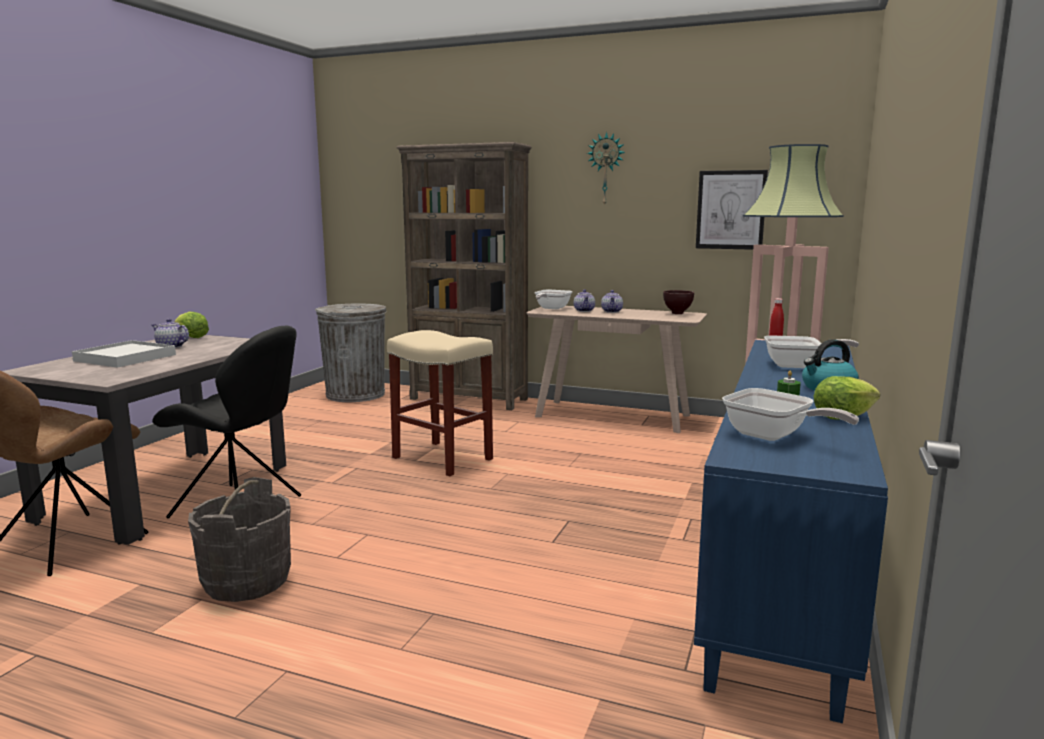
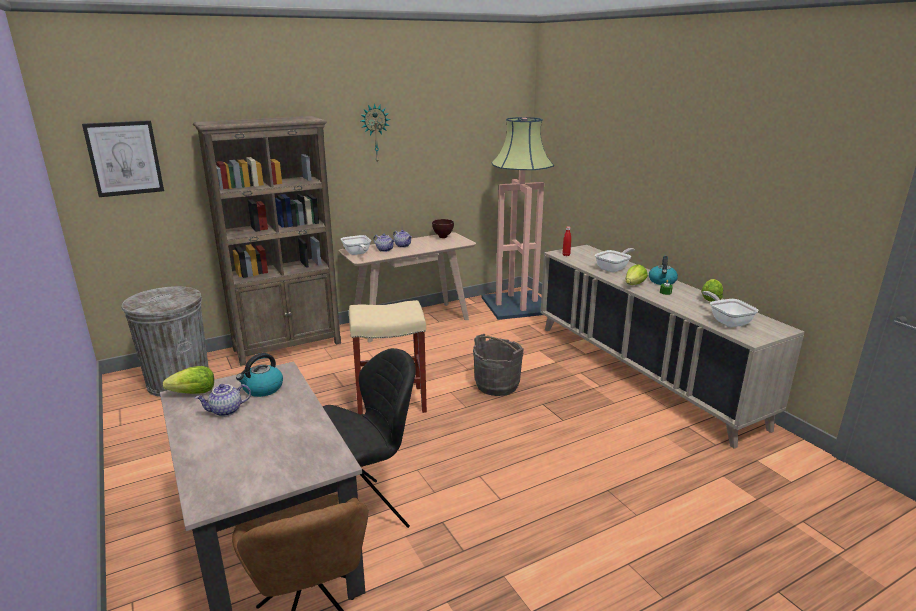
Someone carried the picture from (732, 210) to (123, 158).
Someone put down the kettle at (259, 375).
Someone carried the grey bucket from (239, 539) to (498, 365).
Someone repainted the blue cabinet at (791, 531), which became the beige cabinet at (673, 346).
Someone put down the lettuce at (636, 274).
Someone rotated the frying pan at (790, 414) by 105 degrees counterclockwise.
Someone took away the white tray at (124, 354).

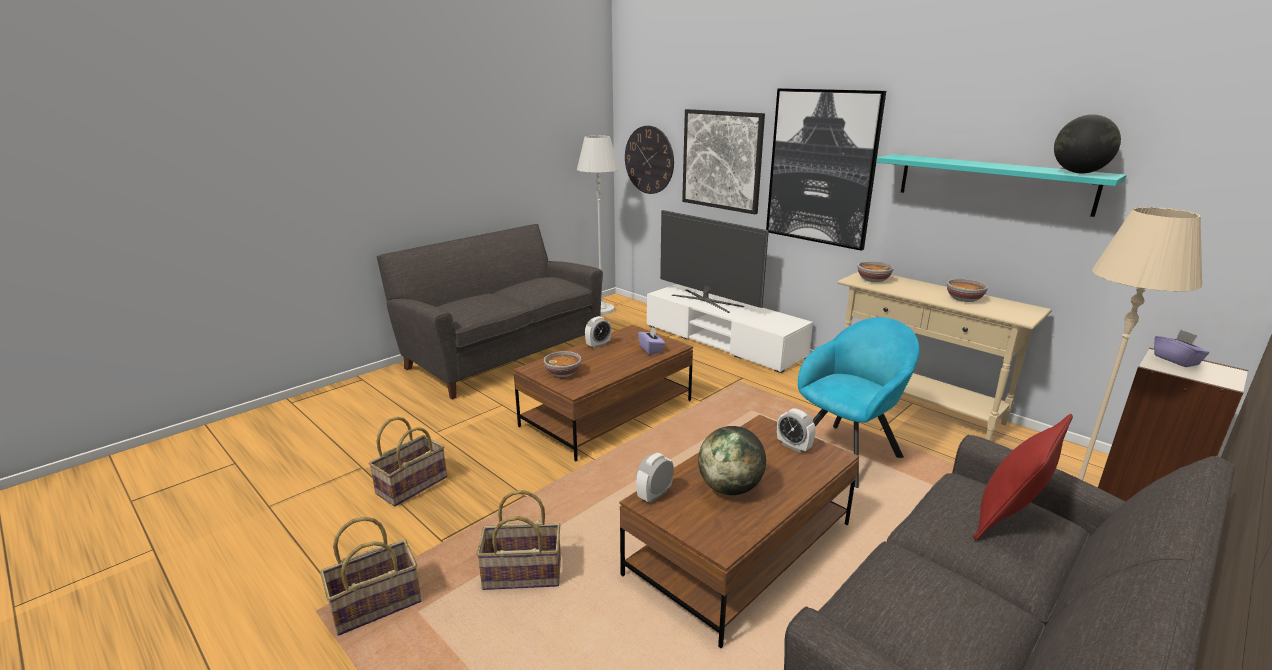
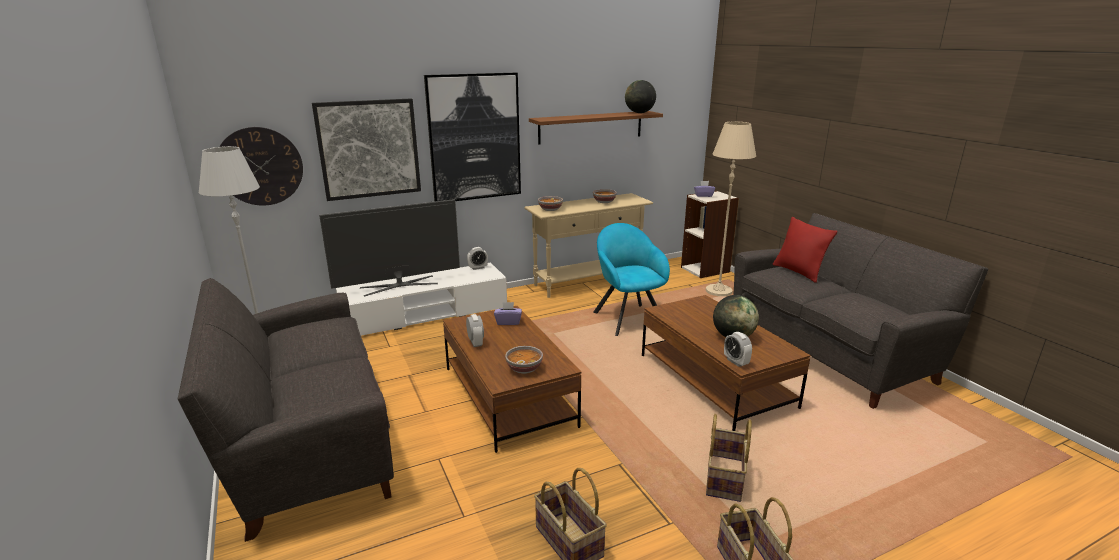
Someone carried the alarm clock from (796, 431) to (477, 258).
Someone repainted the turquoise shelf at (1001, 185), which became the brown shelf at (596, 128).

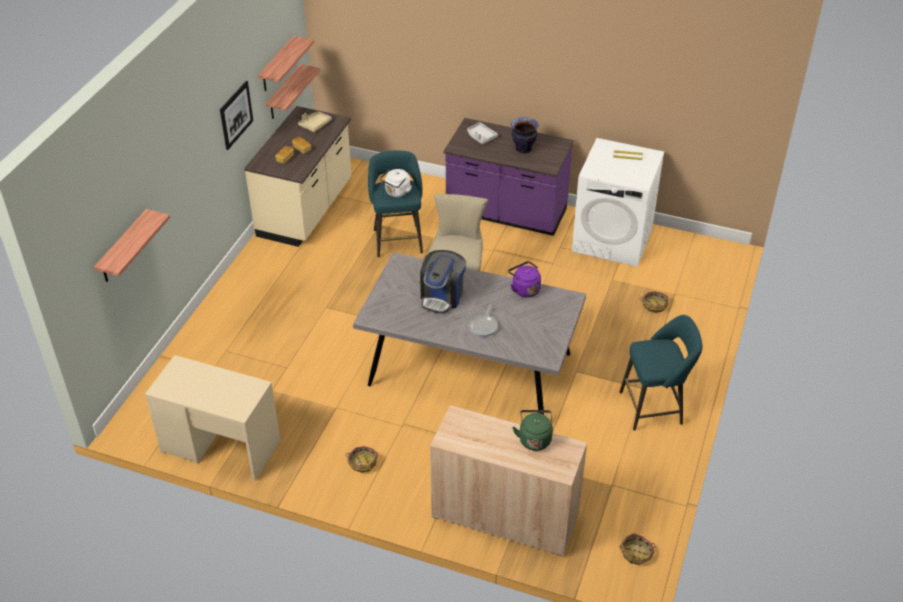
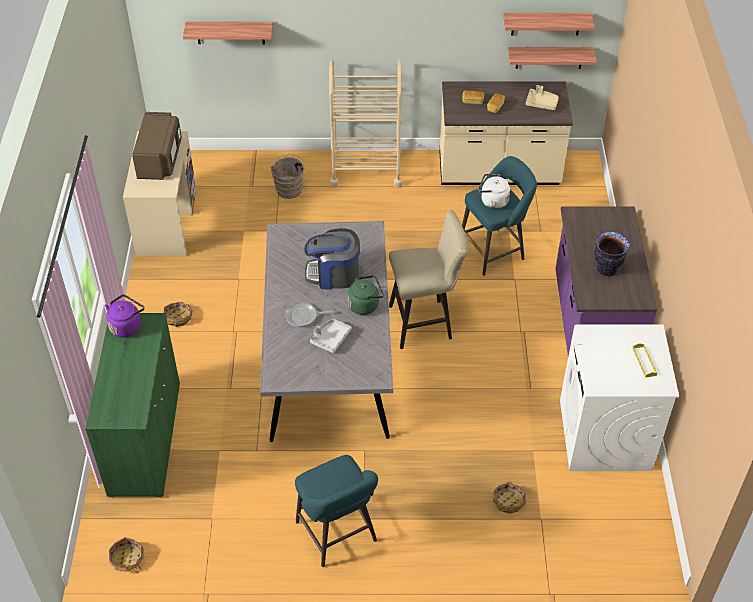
Someone repainted the beige cabinet at (508, 481), which became the green cabinet at (132, 405).
Someone carried the purple kettle from (524, 279) to (124, 315).
Someone put down the brown microwave at (157, 146).
Someone put down the brown bucket at (288, 176).
Someone carried the grey tray from (482, 133) to (331, 336).
Someone put down the beige cart at (365, 123).
Someone carried the green kettle from (533, 430) to (366, 295).
Someone took away the picture at (236, 115).

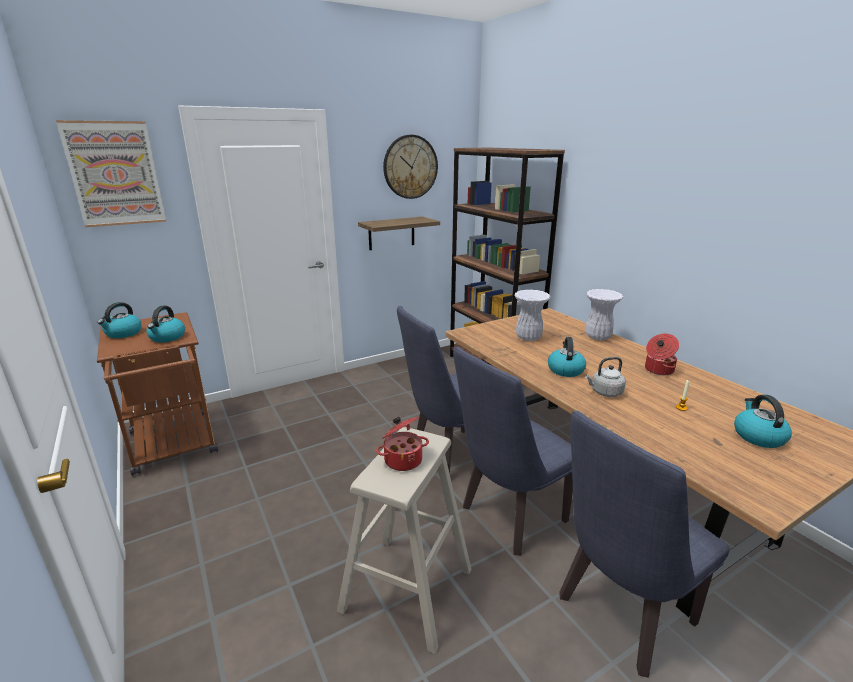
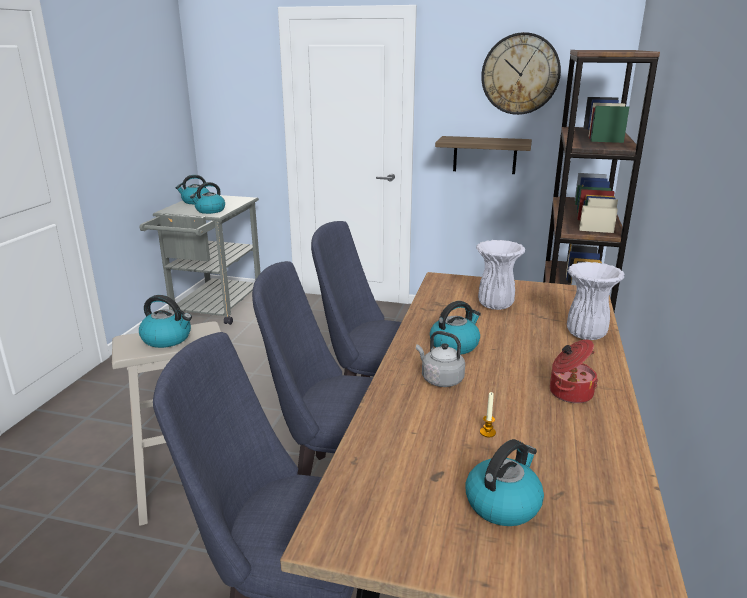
Someone swapped the cooking pot at (402, 444) for the kettle at (165, 321).
Someone repainted the brown cart at (157, 394), which became the grey cart at (200, 260).
Someone took away the picture at (111, 173).

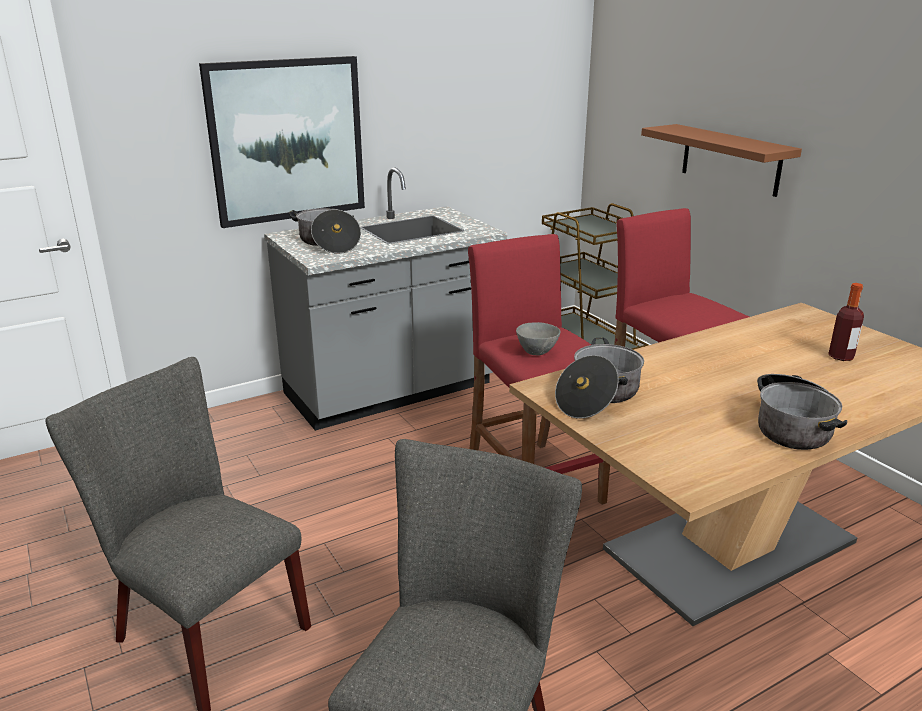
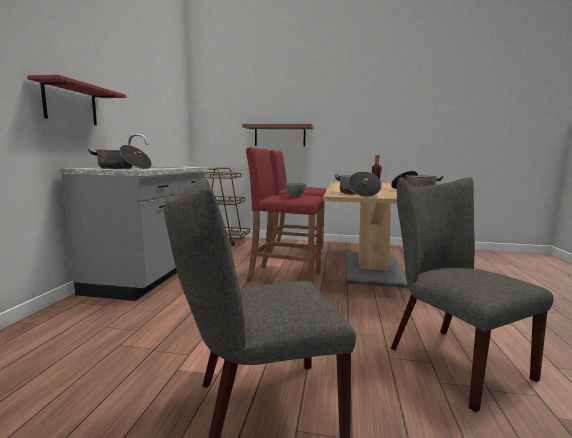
Someone swapped the picture at (282, 142) for the red shelf at (76, 100).

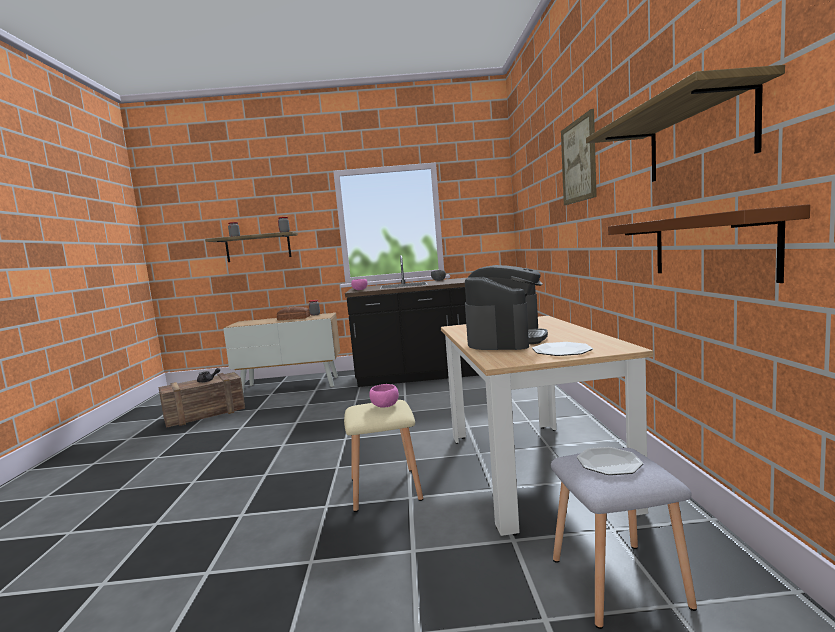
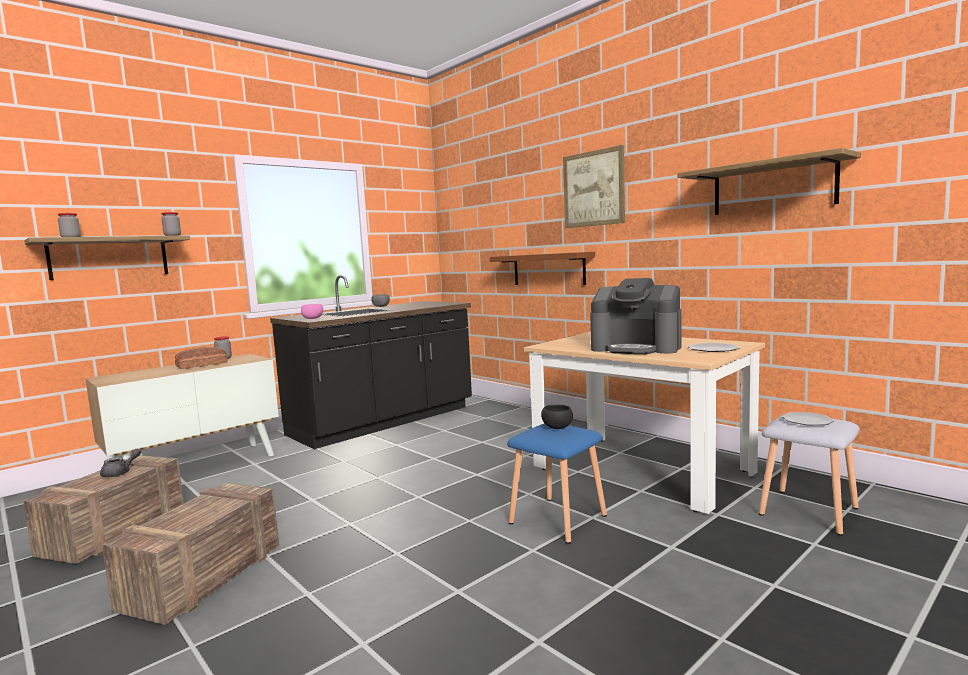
Someone put down the crate at (190, 554).
Someone carried the brown shelf from (709, 243) to (542, 268).
Someone repainted the beige stool at (383, 456), which became the blue stool at (557, 484).
Someone repainted the pink bowl at (384, 396), which became the black bowl at (557, 417).
Someone rotated the coffee machine at (506, 307) by 135 degrees clockwise.

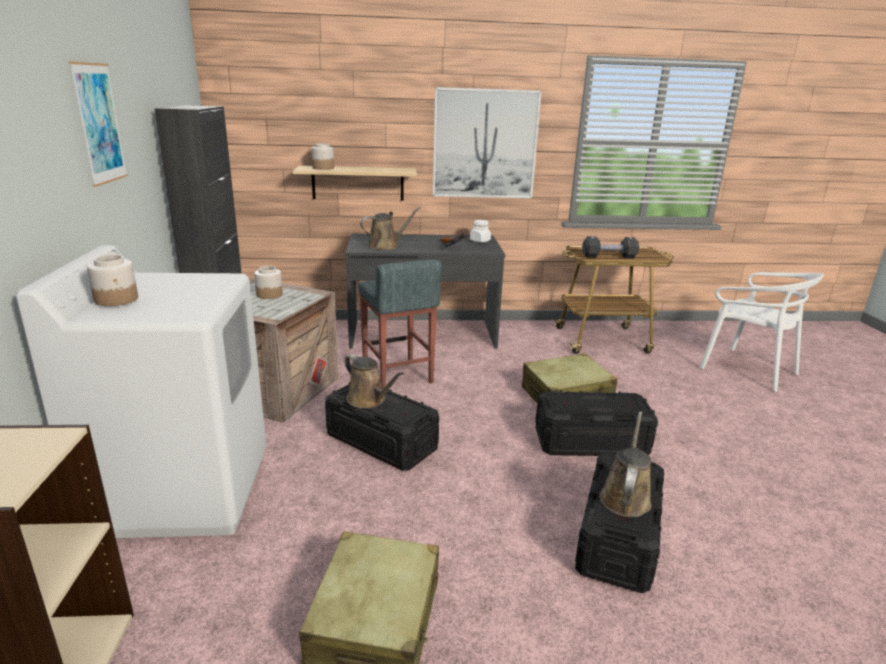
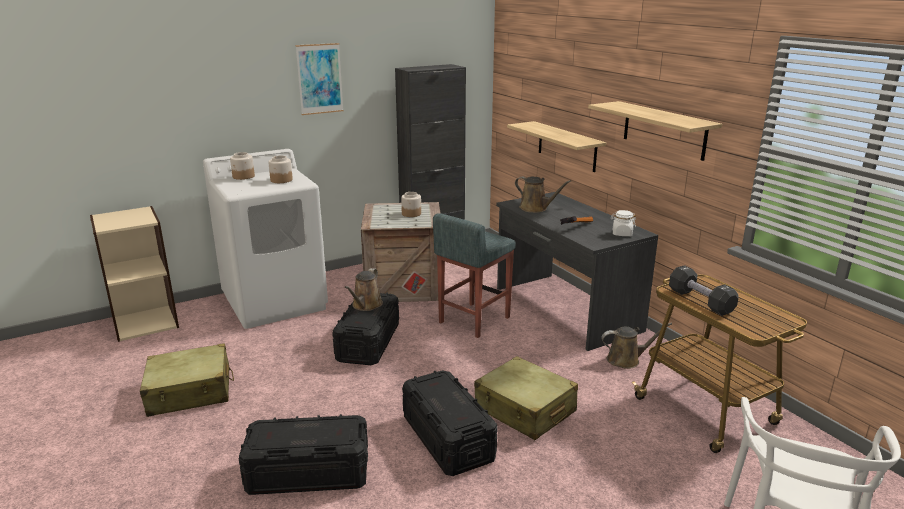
Someone carried the jar from (322, 156) to (280, 169).
Someone swapped the picture at (487, 142) for the shelf at (655, 131).
Someone carried the brown watering can from (625, 464) to (636, 346).

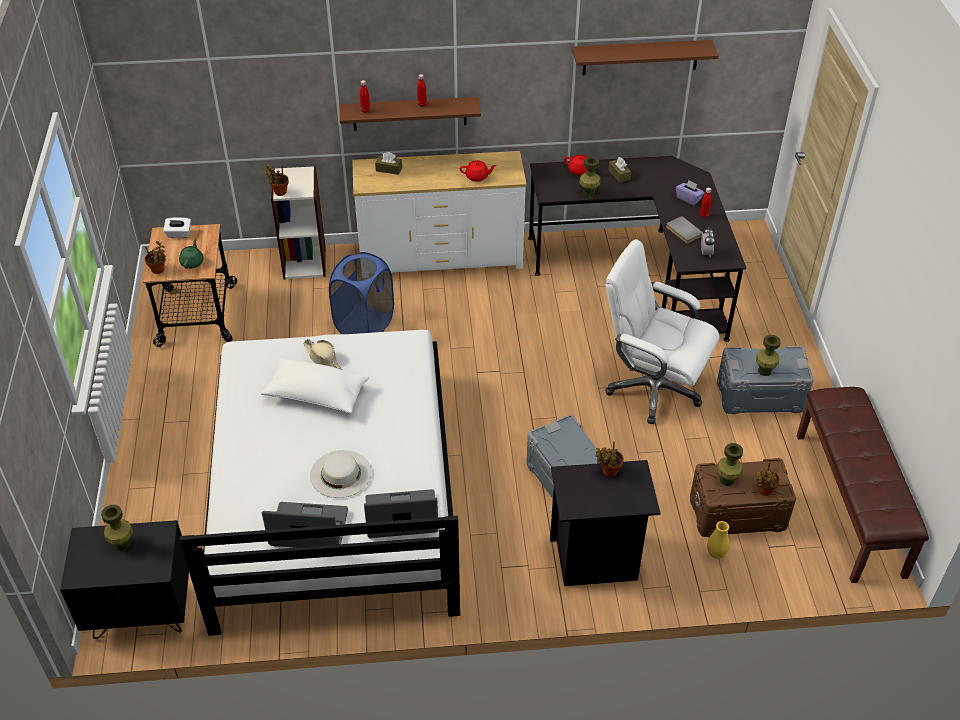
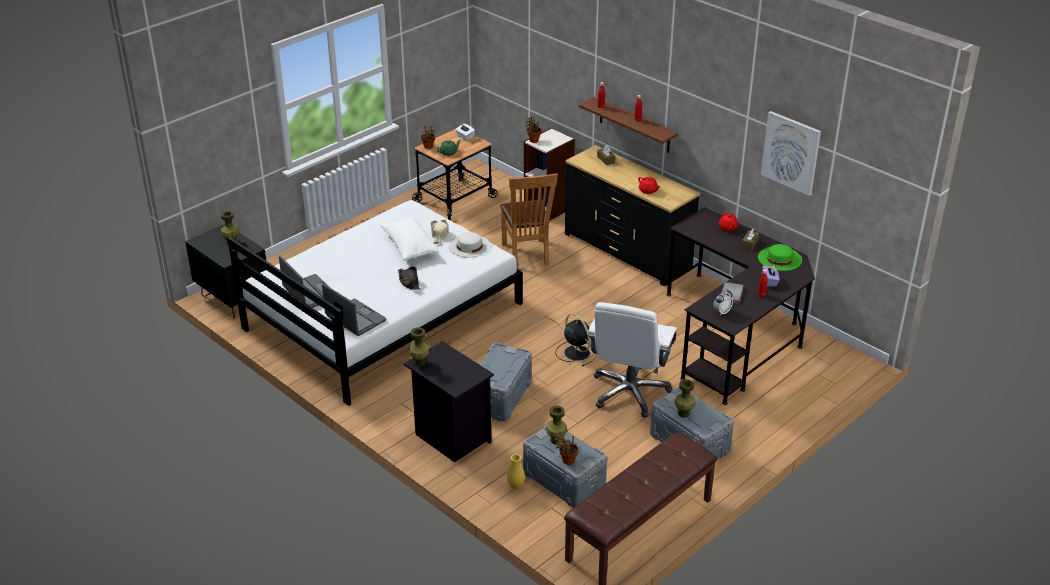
Someone put down the black hat at (409, 278).
Someone carried the green vase from (590, 176) to (419, 347).
Someone carried the white hat from (341, 474) to (470, 245).
Someone swapped the blue laundry basket at (361, 293) for the brown chair at (529, 221).
Someone repainted the brown storage box at (743, 497), which became the grey storage box at (565, 466).
Someone put down the black fan at (576, 339).
Someone repainted the white dresser at (439, 212), which became the black dresser at (632, 215).
Someone rotated the white office chair at (662, 331) by 150 degrees counterclockwise.
Someone put down the green hat at (780, 257).
Someone swapped the brown shelf at (645, 57) for the picture at (791, 153).
Someone took away the potted plant at (610, 459).

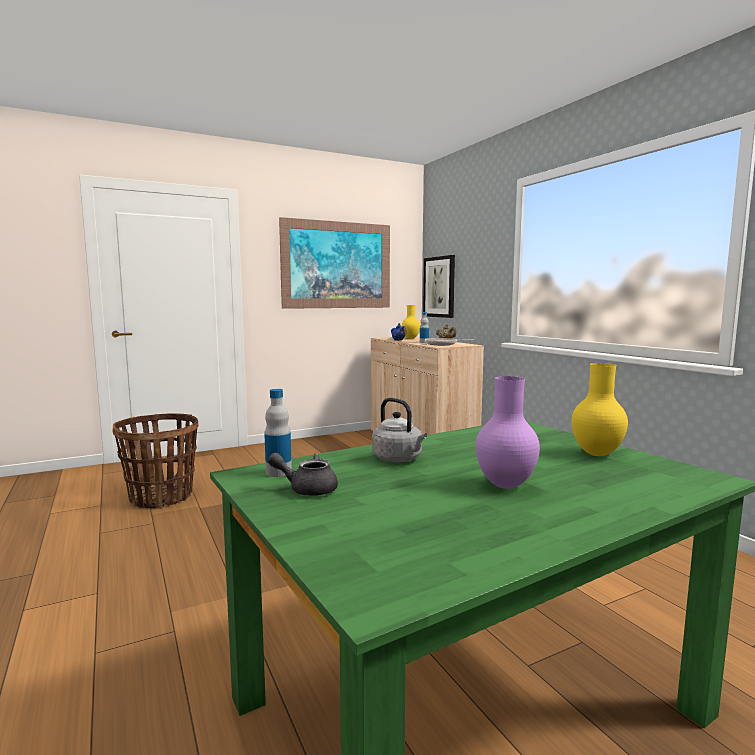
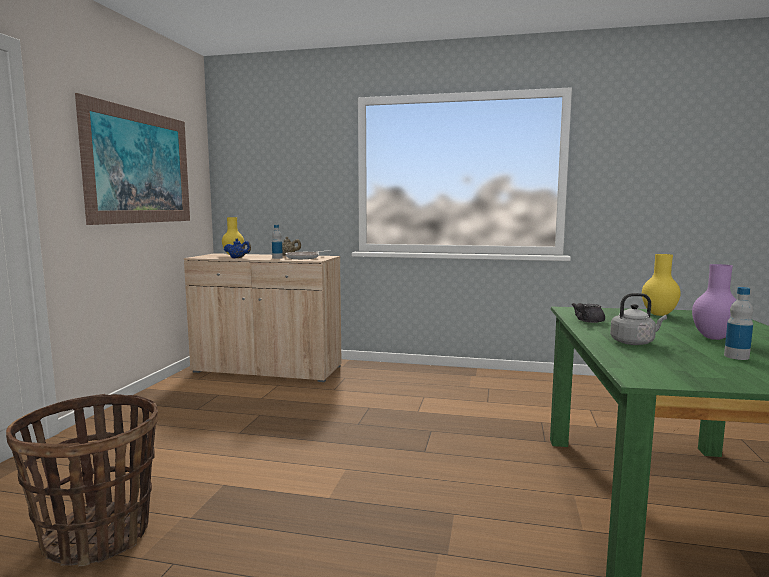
Someone carried the grey teapot from (303, 474) to (588, 313).
Someone carried the bottle from (278, 433) to (738, 323).
Someone took away the picture at (439, 286).

